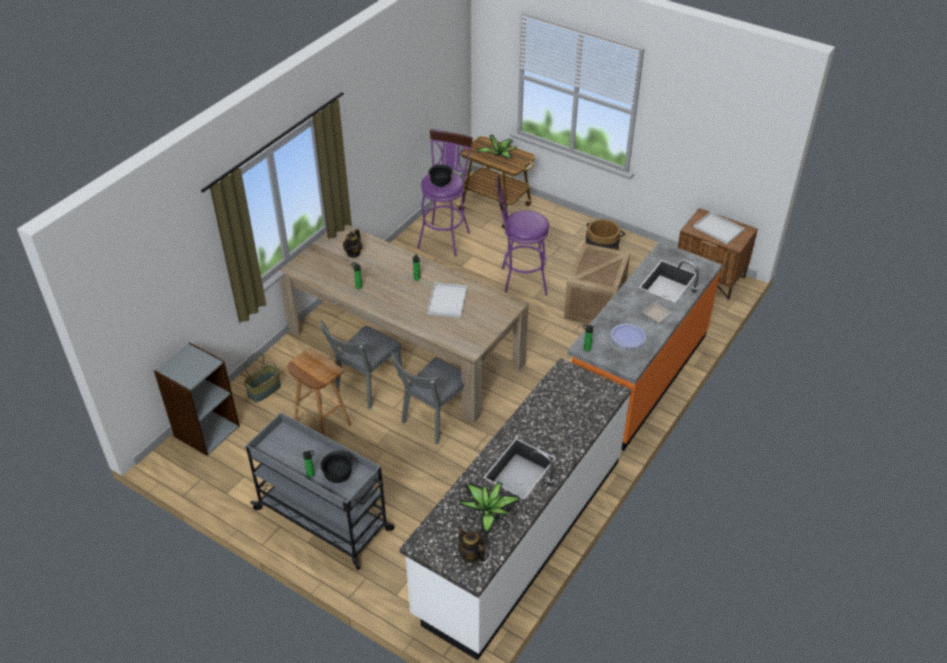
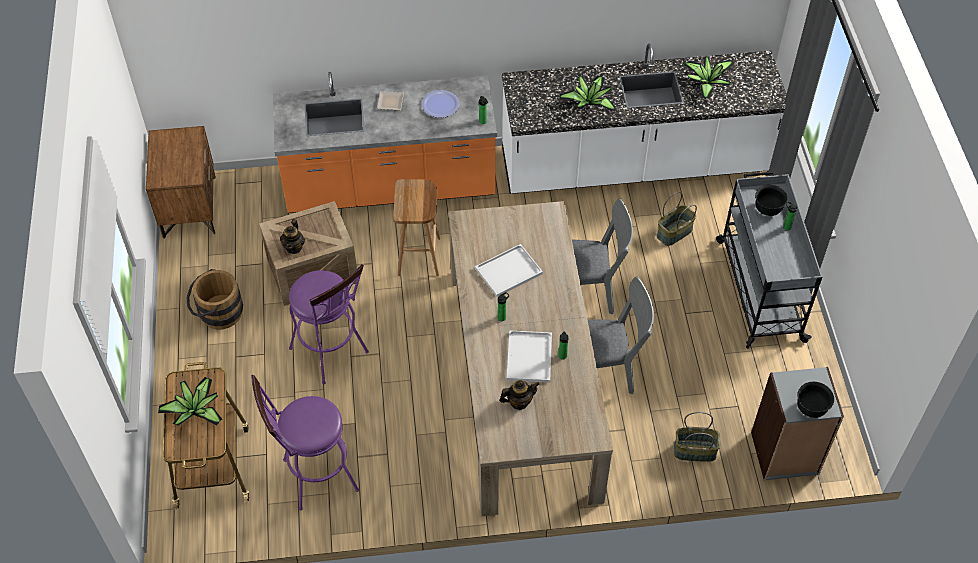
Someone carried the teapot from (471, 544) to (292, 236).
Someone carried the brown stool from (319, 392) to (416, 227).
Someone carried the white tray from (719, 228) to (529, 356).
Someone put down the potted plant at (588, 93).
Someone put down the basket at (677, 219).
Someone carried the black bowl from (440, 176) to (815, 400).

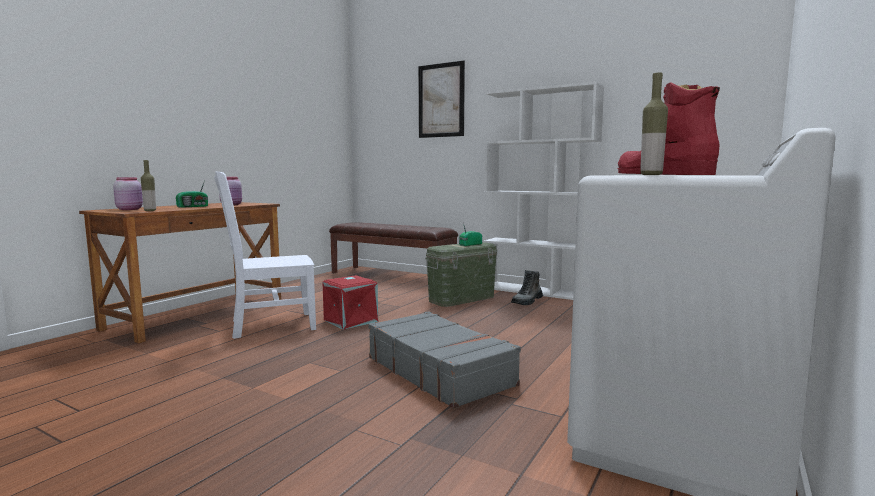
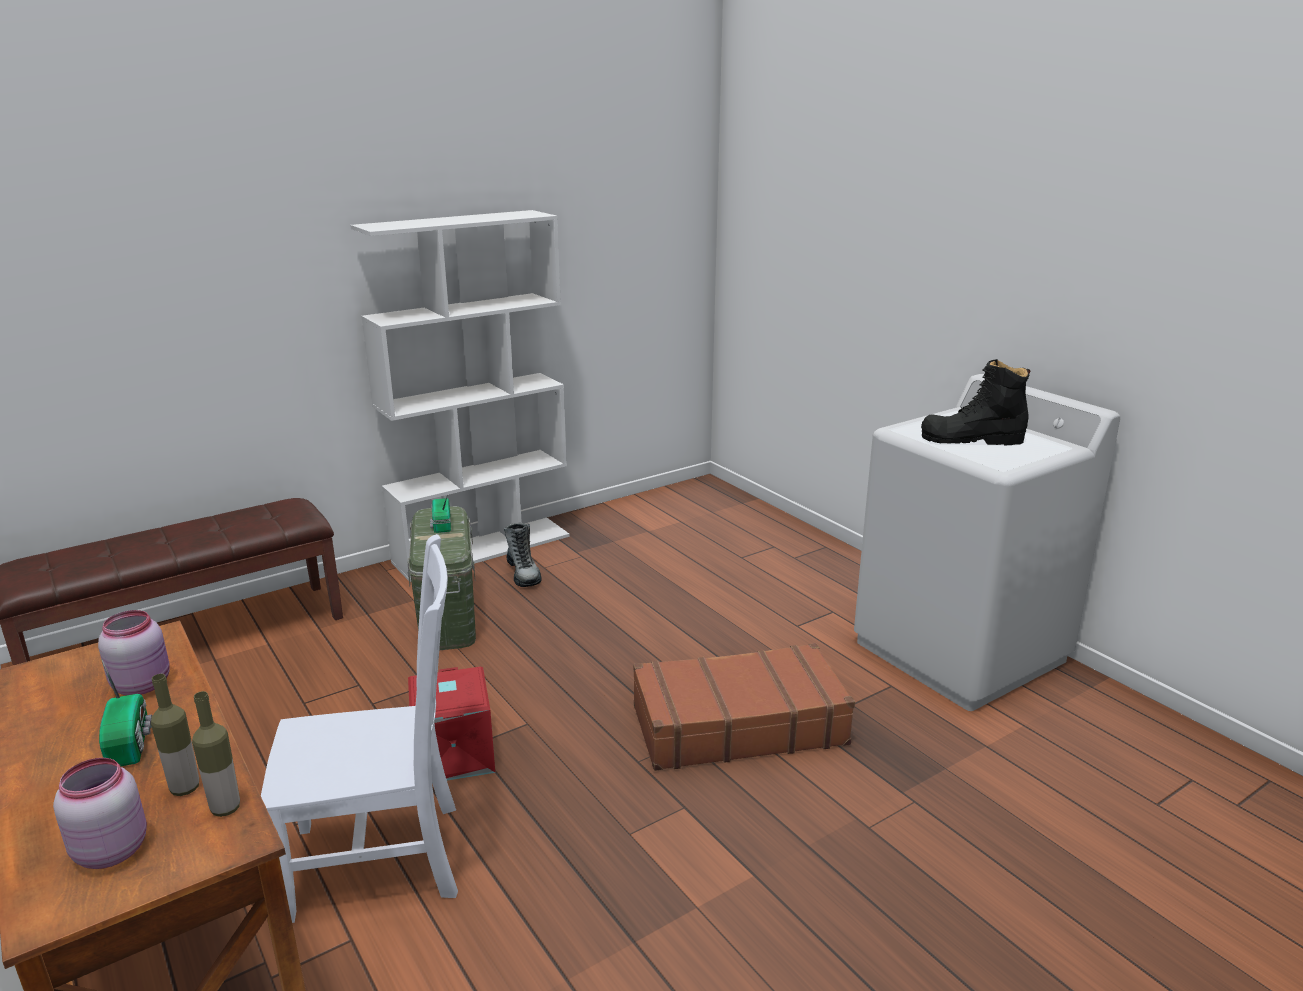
Someone carried the bottle from (654, 123) to (175, 735).
Someone rotated the white chair at (265, 255) by 105 degrees counterclockwise.
Someone repainted the grey suitcase at (444, 360), which became the brown suitcase at (744, 707).
Someone repainted the red boot at (669, 128), which became the black boot at (975, 402).
Someone took away the picture at (441, 99).

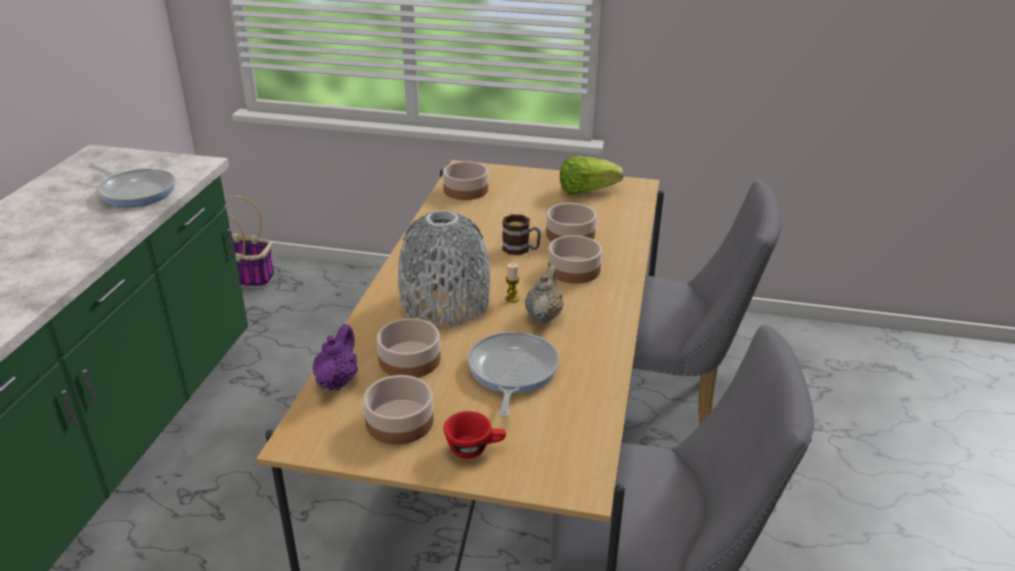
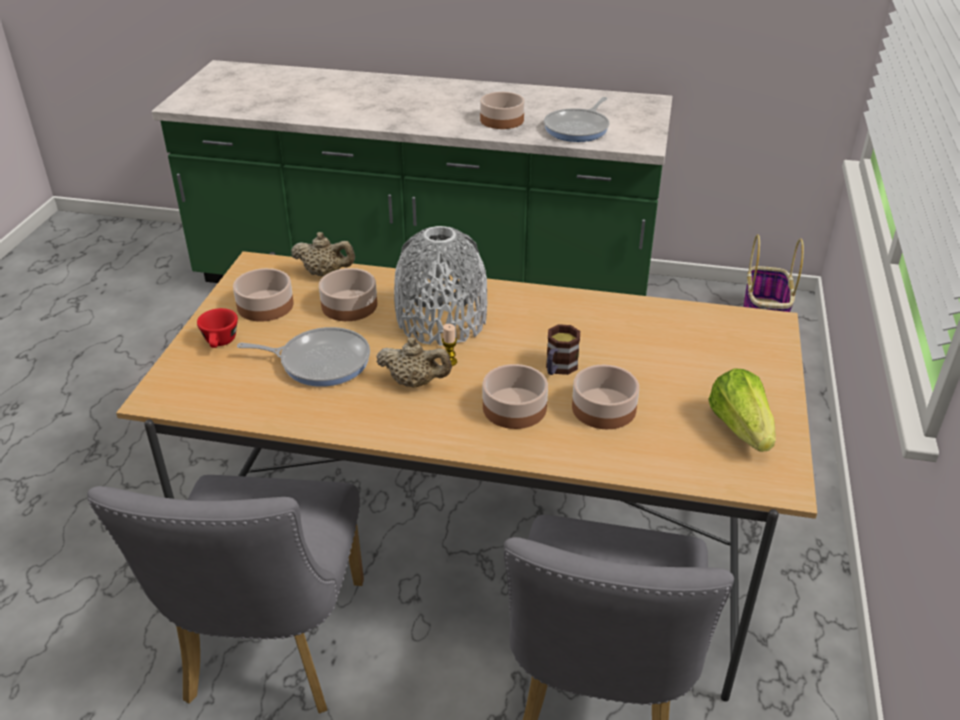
Someone repainted the purple teapot at (335, 357), which became the beige teapot at (323, 254).
Someone carried the bowl from (465, 180) to (502, 110).

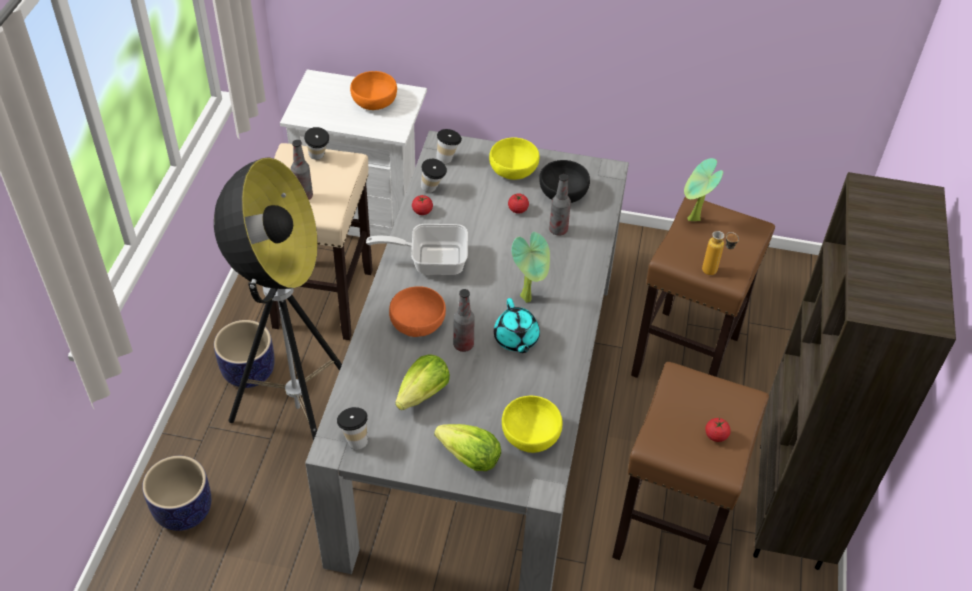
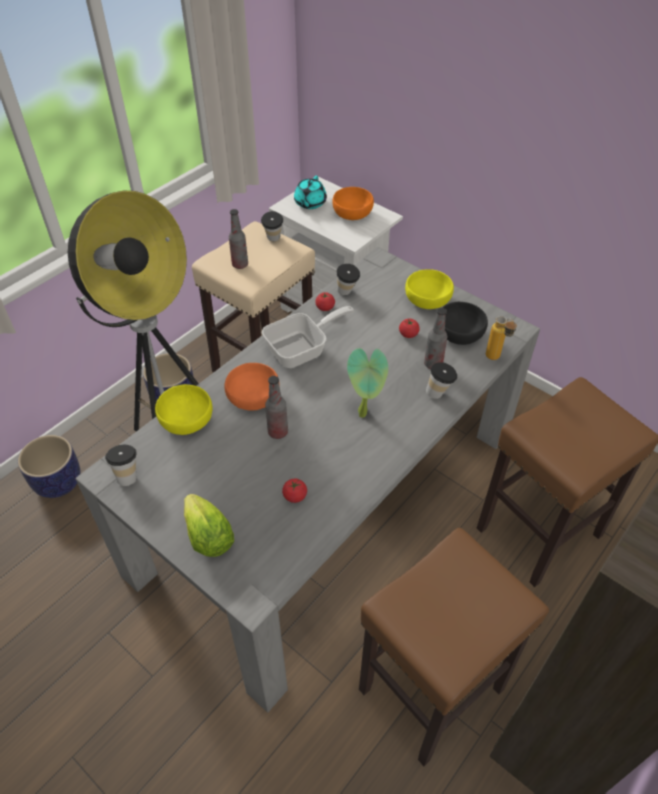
Someone carried the yellow bowl from (532, 424) to (184, 409).
Someone rotated the frying pan at (417, 249) by 120 degrees clockwise.
Someone carried the tomato from (718, 429) to (294, 491).
Someone carried the turquoise teapot from (517, 325) to (310, 192).
Someone carried the cup from (449, 146) to (441, 380).
Someone carried the bottle from (720, 253) to (501, 338).
Someone took away the lettuce at (422, 382).
Someone took away the potted plant at (703, 189).

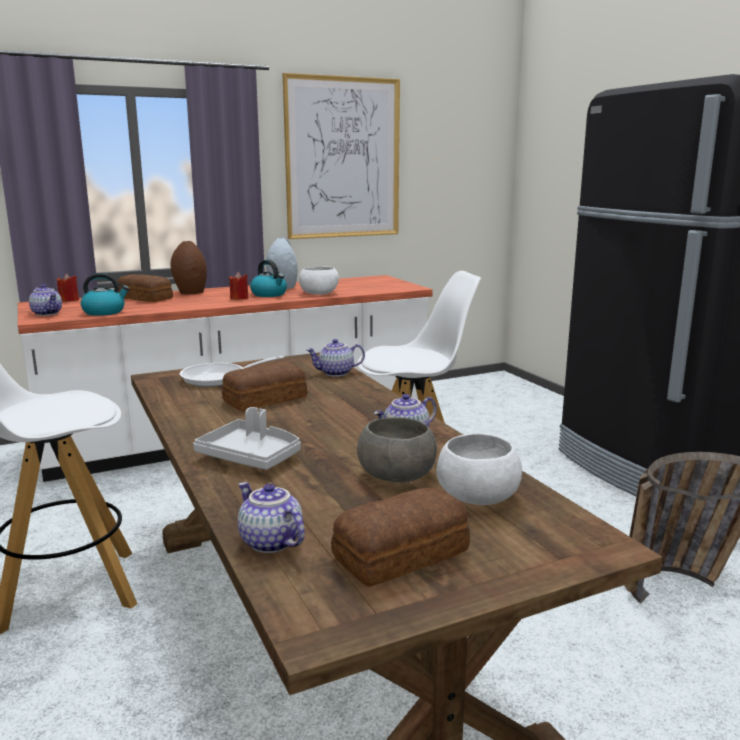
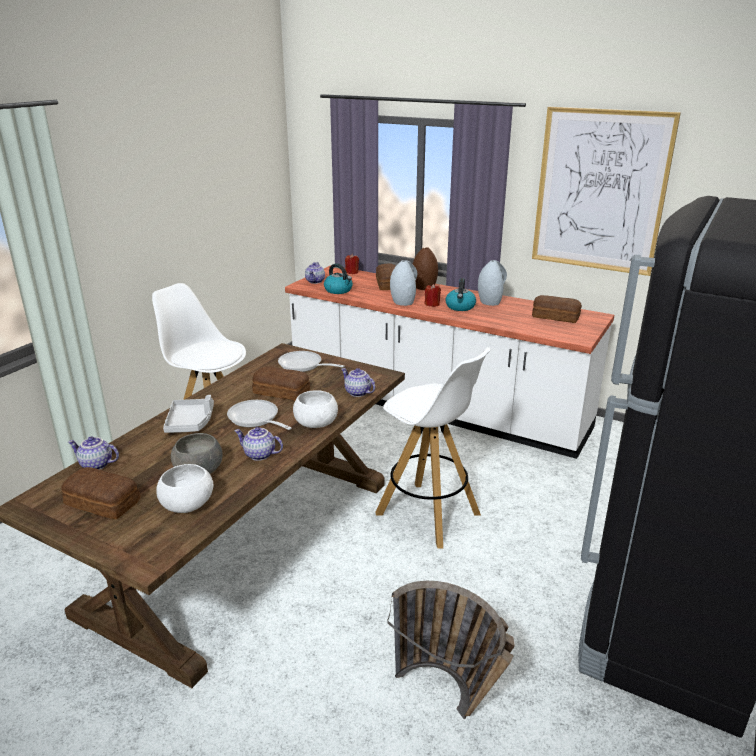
Someone rotated the teapot at (271, 517) by 90 degrees counterclockwise.
Someone put down the frying pan at (259, 415).
Someone carried the white bowl from (319, 280) to (315, 409).
Someone put down the grey vase at (403, 283).
Someone put down the bread at (557, 309).

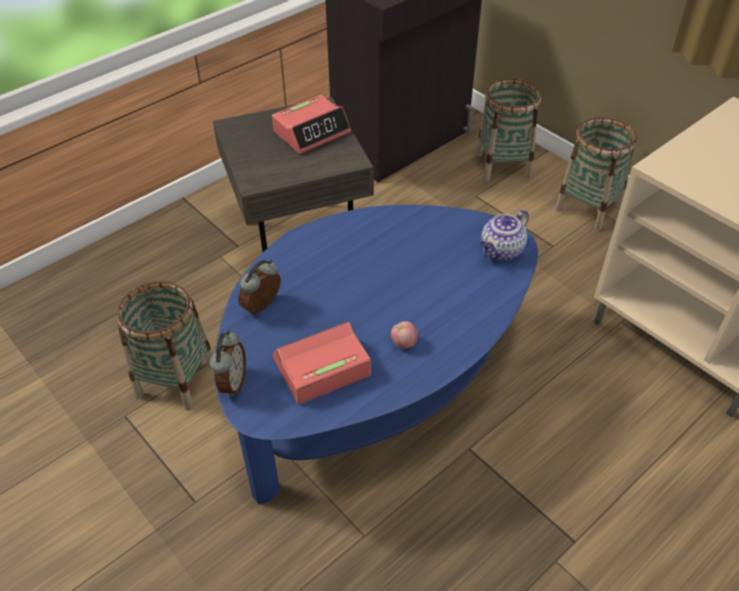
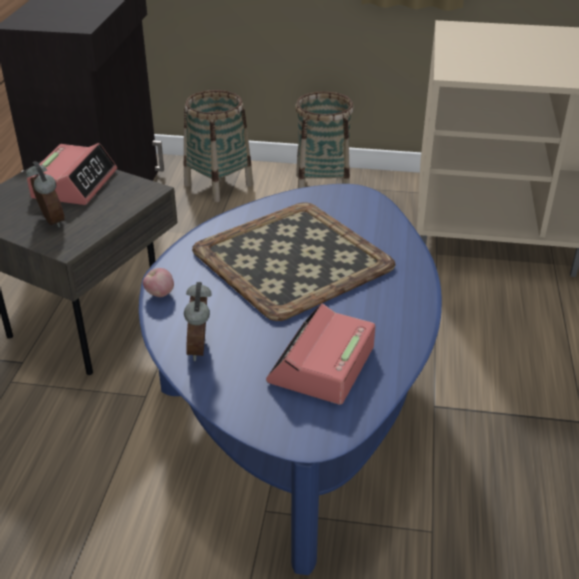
Someone carried the alarm clock from (228, 364) to (45, 194).
Someone carried the apple from (404, 335) to (158, 282).
Someone put down the tray at (294, 261).
Someone took away the basket at (165, 346).
Someone took away the teapot at (505, 235).

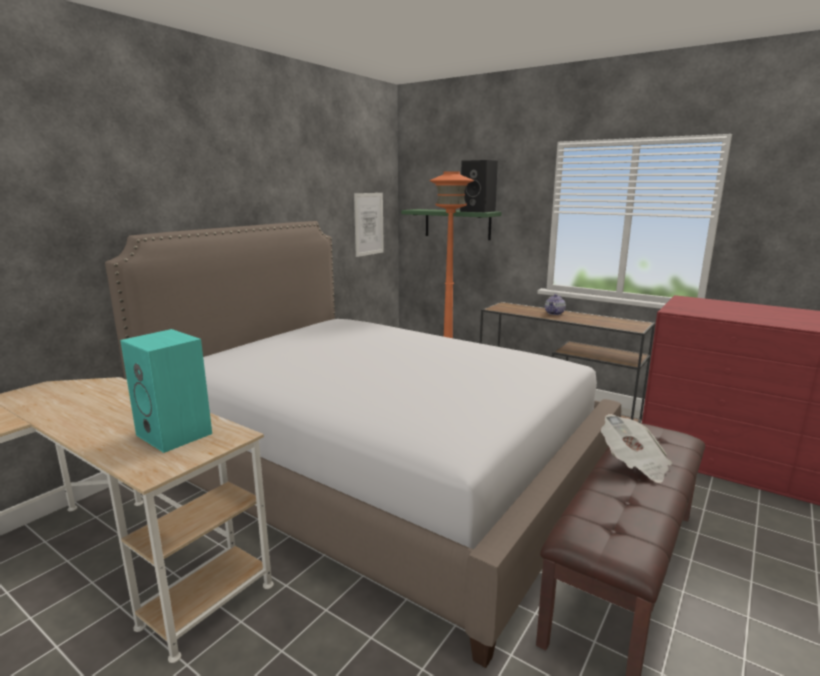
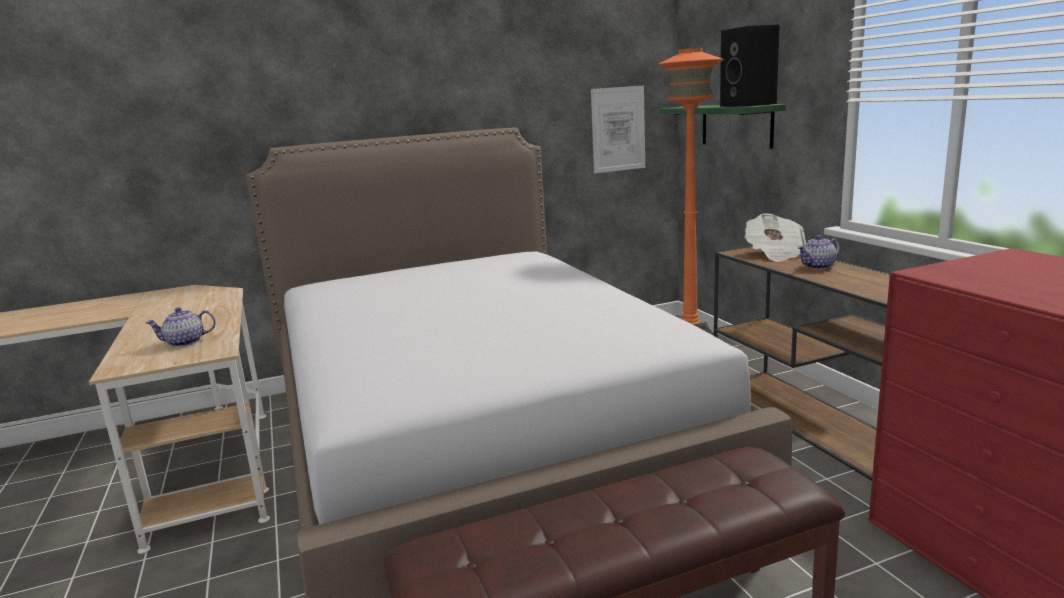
Someone swapped the turquoise speaker at (166, 391) for the teapot at (180, 327).
Someone carried the newspaper from (636, 448) to (775, 238).

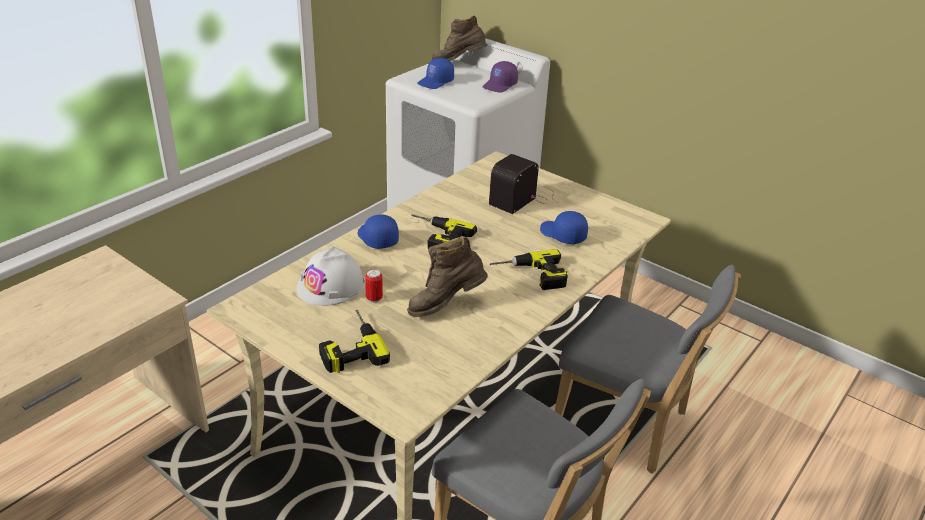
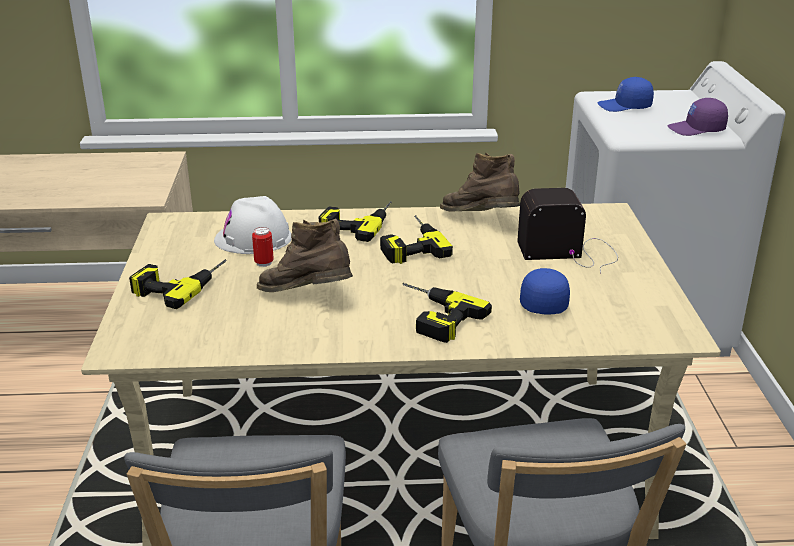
Someone swapped the blue cap at (378, 232) for the power drill at (355, 221).
Someone carried the brown boot from (459, 38) to (480, 182).

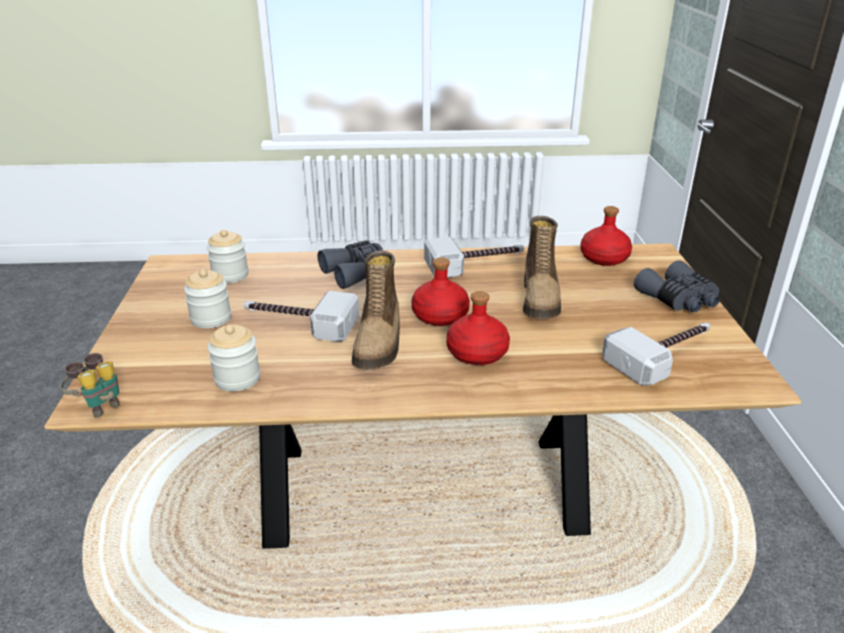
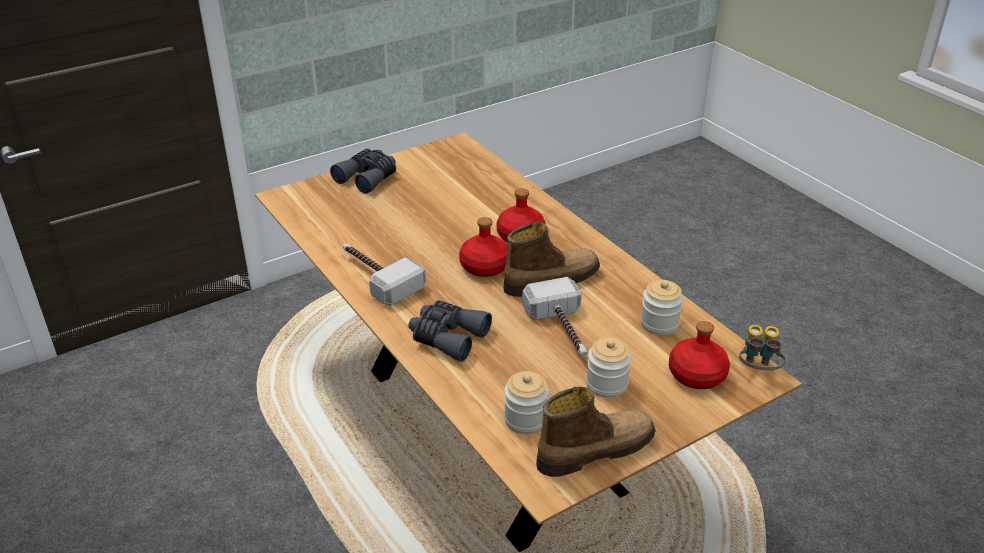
Someone carried the boot from (542, 267) to (595, 432).
Someone carried the red bottle from (606, 236) to (699, 355).
Someone took away the hammer at (656, 354).

